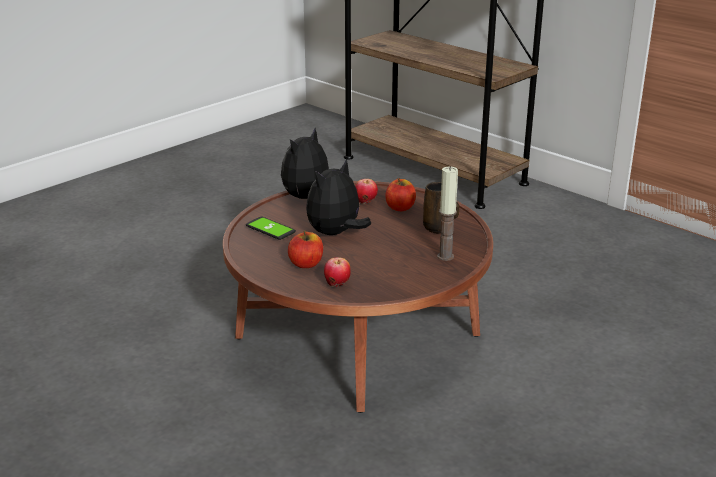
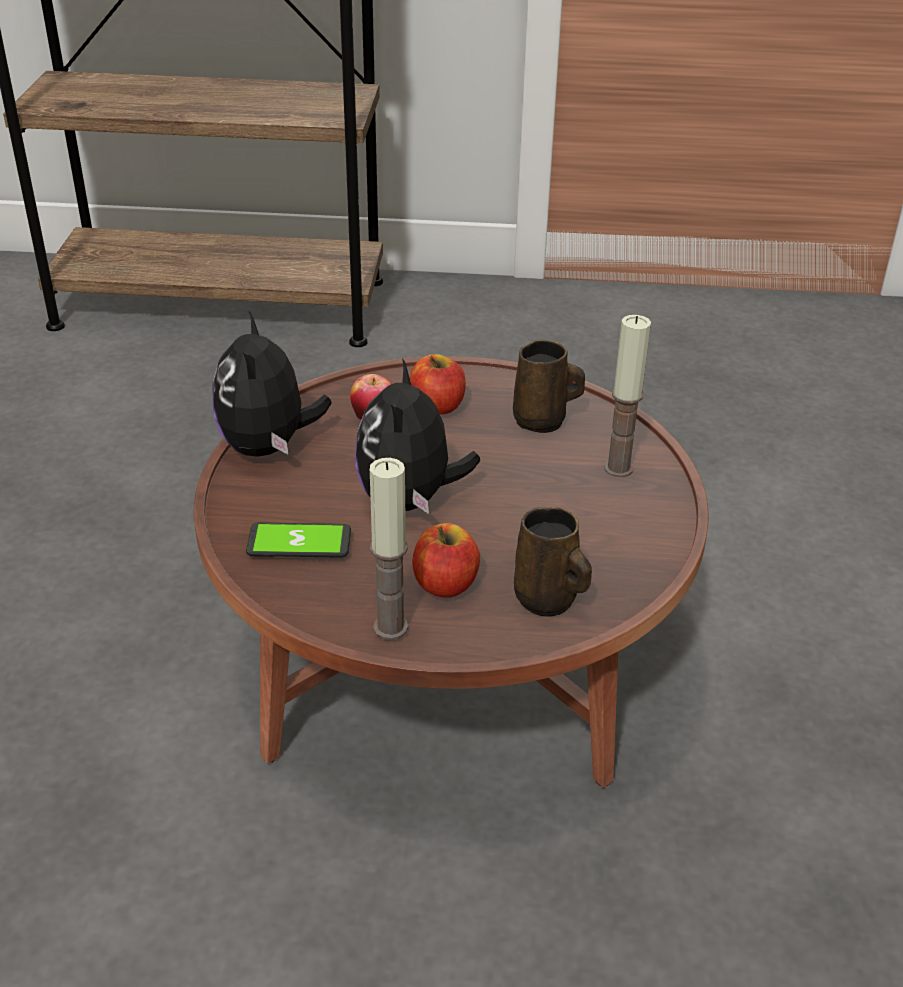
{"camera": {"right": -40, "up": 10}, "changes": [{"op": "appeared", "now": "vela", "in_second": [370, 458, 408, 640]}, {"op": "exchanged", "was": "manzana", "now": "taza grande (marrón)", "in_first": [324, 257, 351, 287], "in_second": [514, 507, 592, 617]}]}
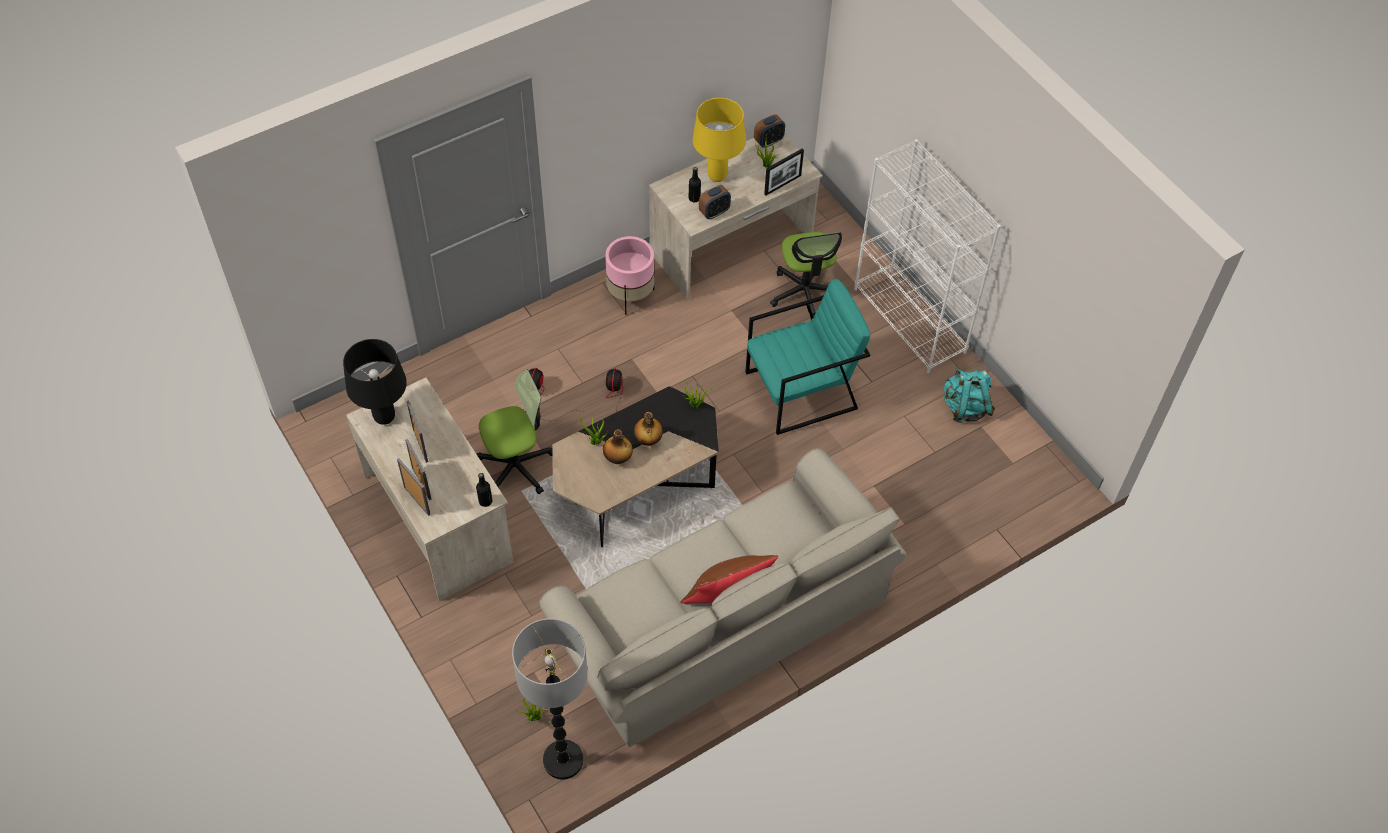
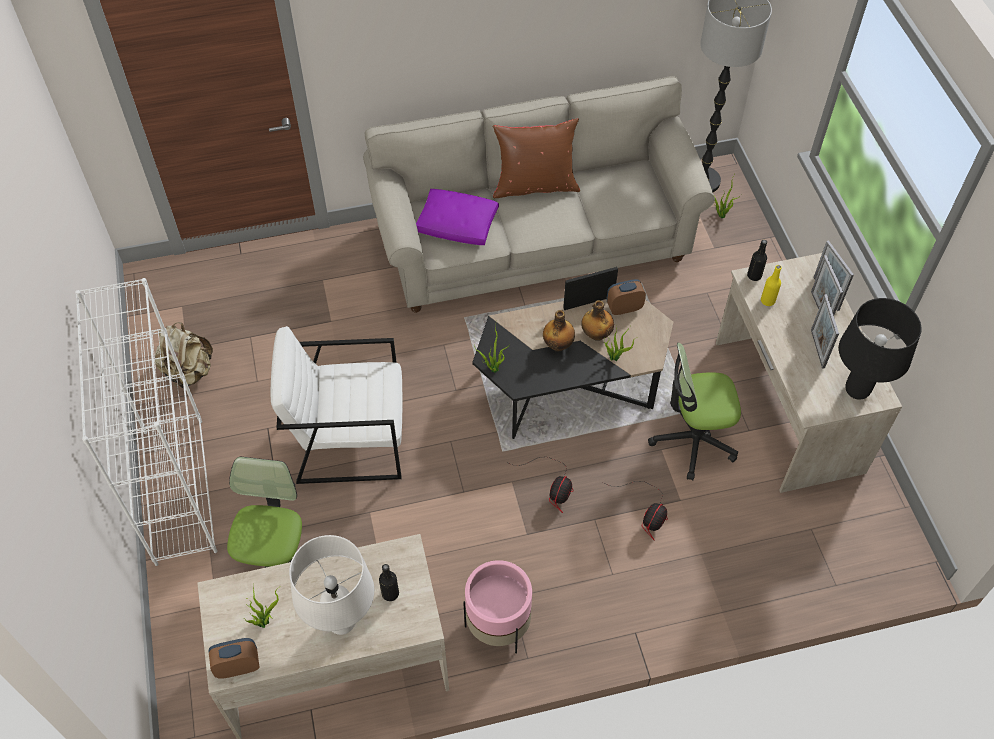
{"camera": {"right": -160, "up": 0}, "changes": [{"op": "appeared", "now": "cojín (morado)", "in_second": [416, 189, 499, 245]}, {"op": "appeared", "now": "botella (amarillo)", "in_second": [761, 265, 781, 306]}, {"op": "relocated", "was": "despertador", "in_first": [699, 185, 731, 219], "in_second": [607, 279, 646, 315]}, {"op": "relocated", "was": "portarretratos", "in_first": [764, 149, 804, 195], "in_second": [563, 267, 618, 310]}, {"op": "colour", "was": "lámpara de mesa (amarillo)", "now": "lámpara de mesa (blanco)", "in_first": [692, 98, 746, 182], "in_second": [289, 535, 374, 635]}, {"op": "colour", "was": "sillón (turquesa)", "now": "sillón (blanco)", "in_first": [745, 279, 870, 435], "in_second": [271, 326, 402, 484]}, {"op": "colour", "was": "mochila (turquesa)", "now": "mochila (beis)", "in_first": [944, 368, 995, 423], "in_second": [155, 322, 213, 388]}]}
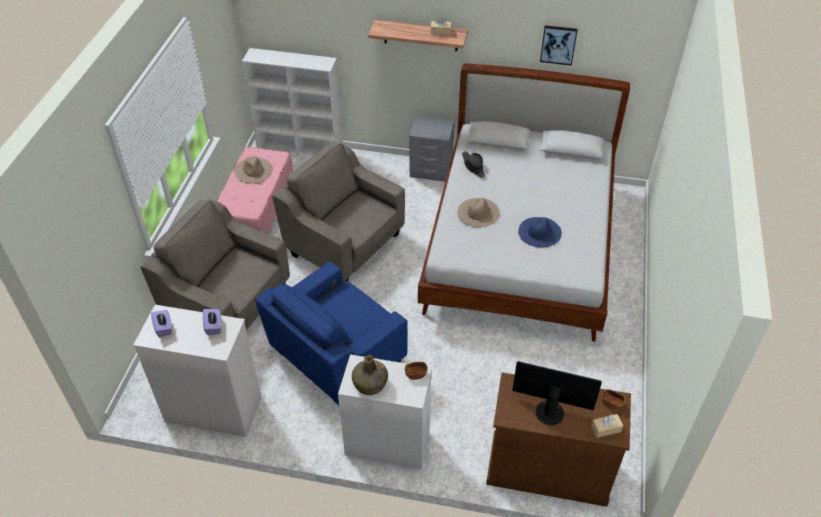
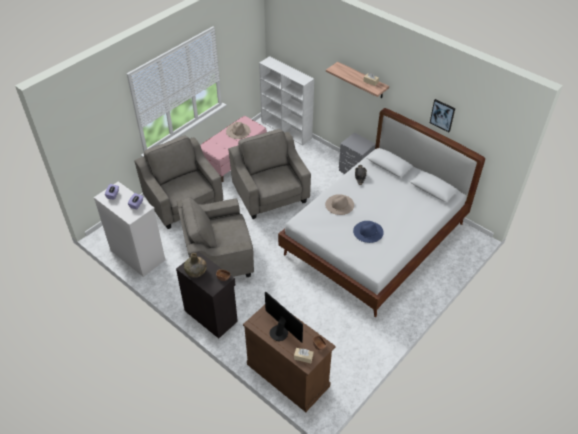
{"camera": {"right": 30, "up": 0}, "changes": [{"op": "colour", "was": "sillón (azul)", "now": "sillón (gris)", "in_first": [255, 262, 408, 405], "in_second": [177, 197, 254, 277]}, {"op": "colour", "was": "armario (blanco)", "now": "armario (negro)", "in_first": [338, 354, 432, 469], "in_second": [176, 251, 238, 338]}]}
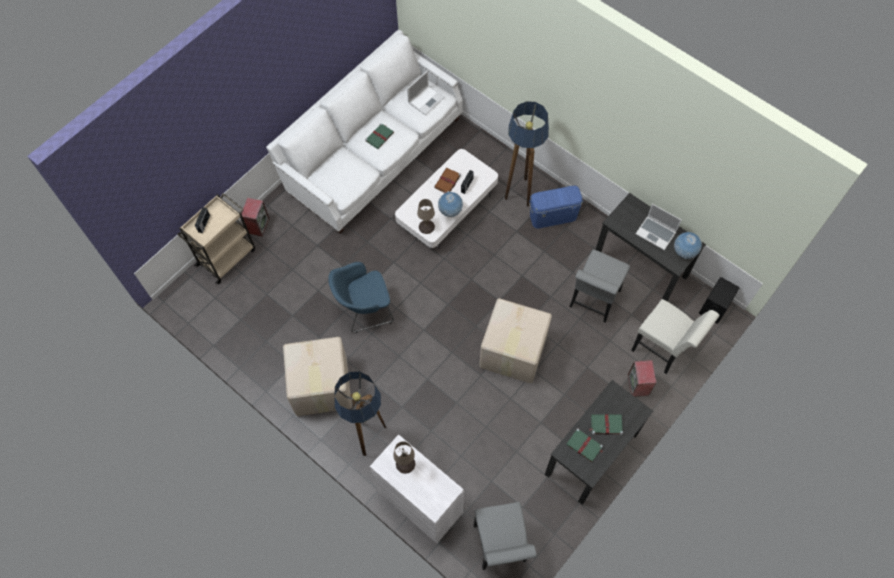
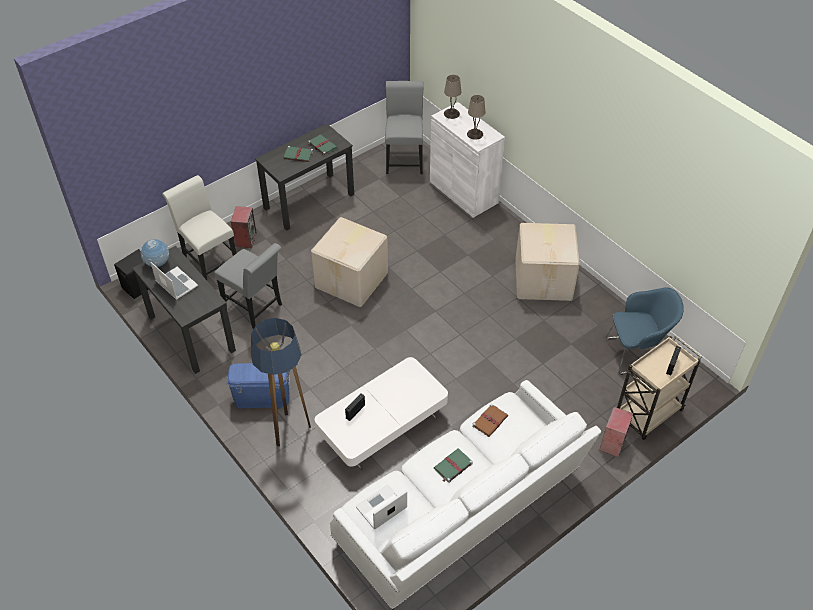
{"camera": {"right": -170, "up": -15}, "changes": [{"op": "missing", "was": "lámpara de pie", "in_first": [335, 372, 386, 456]}, {"op": "missing", "was": "globo terráqueo", "in_first": [438, 192, 463, 217]}, {"op": "relocated", "was": "sillón (azul)", "in_first": [328, 262, 394, 333], "in_second": [606, 287, 684, 375]}, {"op": "relocated", "was": "lámpara de mesa (beis)", "in_first": [417, 199, 435, 234], "in_second": [444, 75, 461, 119]}, {"op": "relocated", "was": "libro (marrón)", "in_first": [434, 168, 461, 194], "in_second": [472, 404, 508, 437]}, {"op": "spun", "was": "silla (gris)", "in_first": [569, 250, 630, 323], "in_second": [214, 243, 282, 329], "clockwise": 90}]}
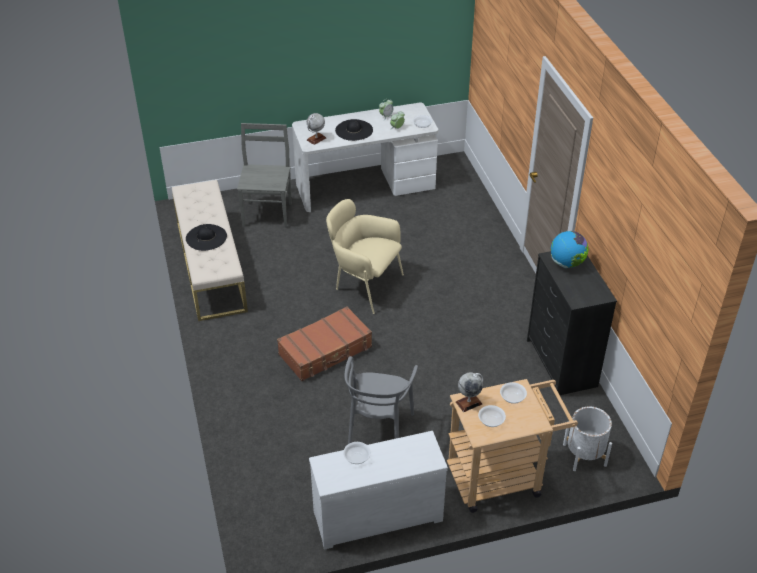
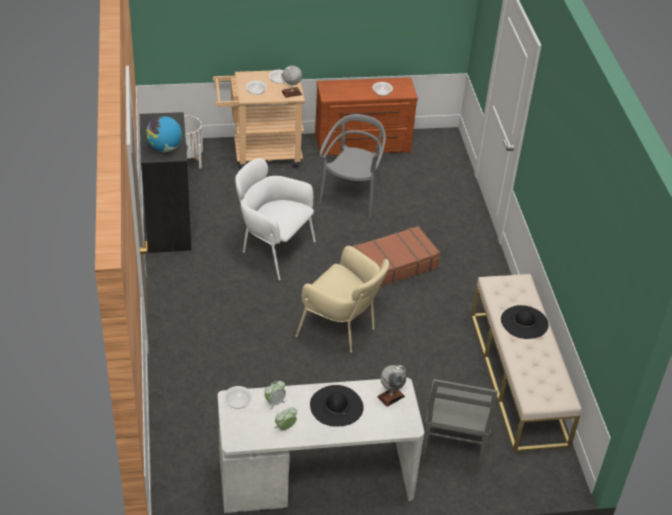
{"camera": {"right": -175, "up": 0}, "changes": [{"op": "appeared", "now": "sillón (blanco)", "in_second": [235, 158, 316, 280]}, {"op": "colour", "was": "cómoda (blanco)", "now": "cómoda (marrón)", "in_first": [309, 431, 448, 549], "in_second": [315, 77, 418, 157]}]}
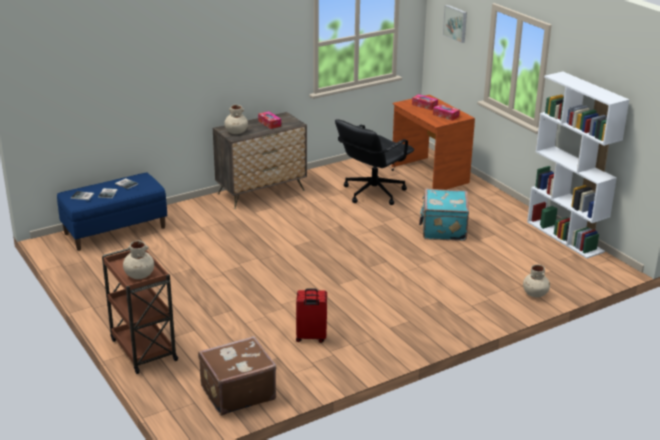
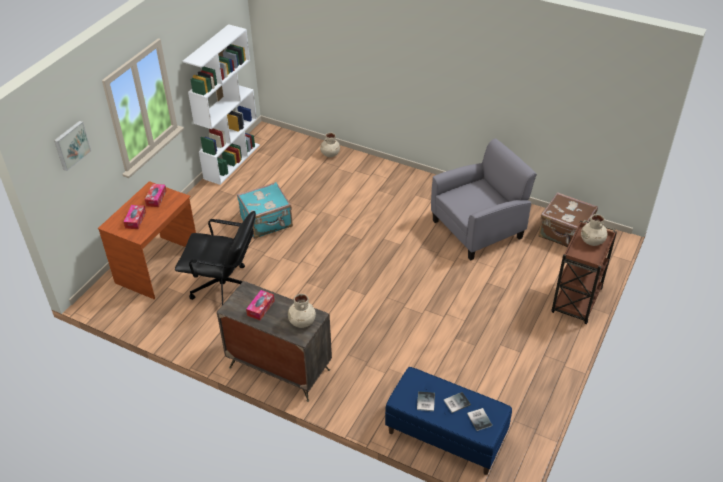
{"camera": {"right": -120, "up": 15}, "changes": [{"op": "exchanged", "was": "maleta (rojo)", "now": "sillón (gris)", "in_first": [296, 288, 327, 343], "in_second": [431, 138, 537, 261]}]}
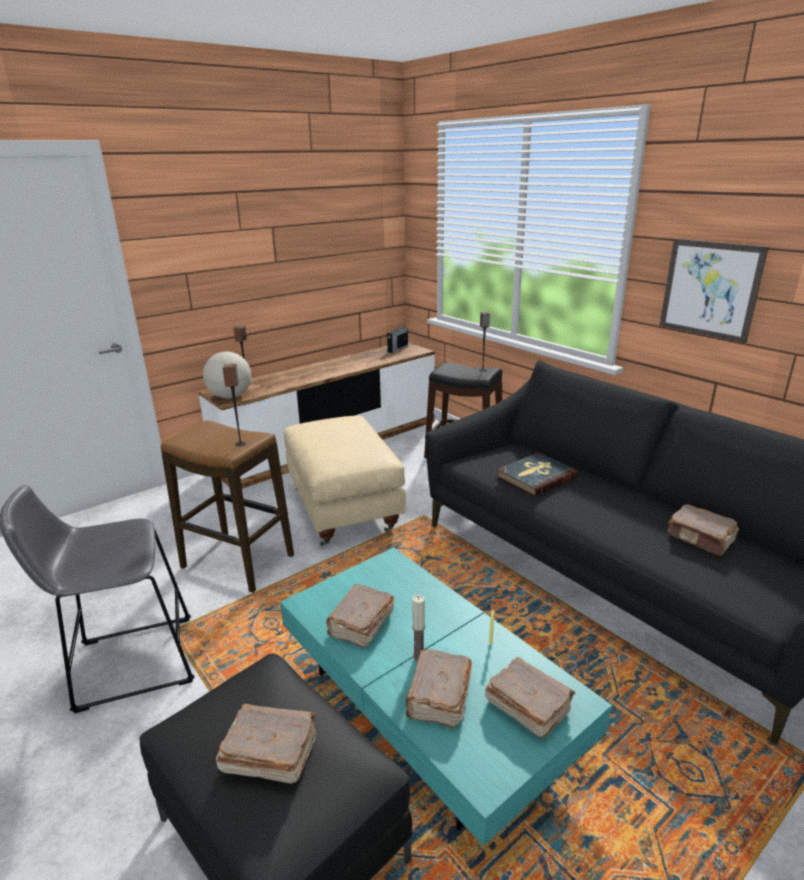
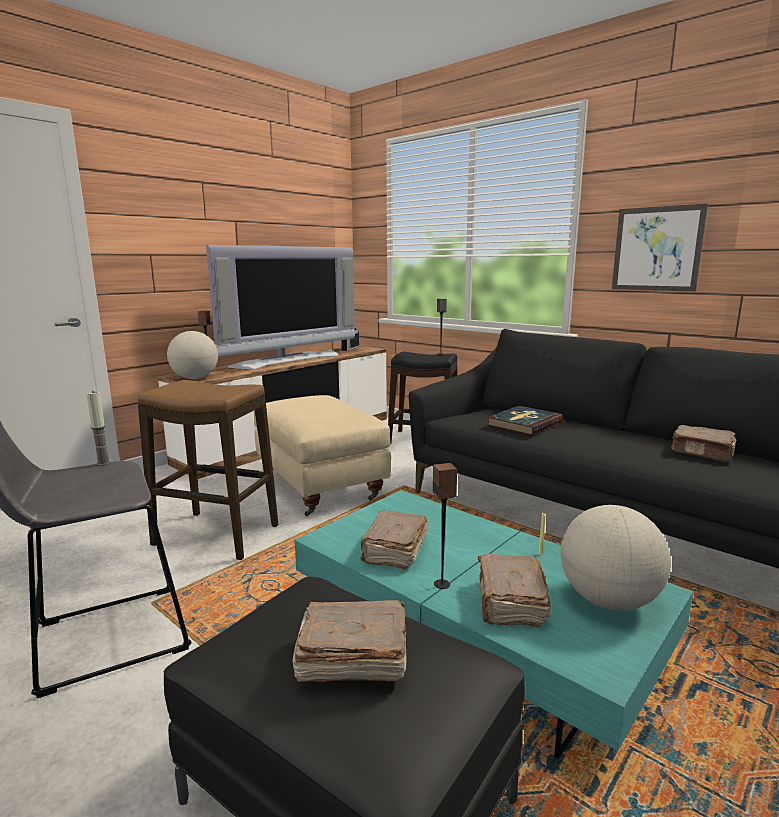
{"camera": {"right": -10, "up": -10}, "changes": [{"op": "appeared", "now": "televisor", "in_second": [206, 245, 355, 370]}, {"op": "relocated", "was": "altavoz", "in_first": [223, 364, 246, 446], "in_second": [433, 463, 457, 589]}, {"op": "relocated", "was": "vela", "in_first": [412, 595, 425, 661], "in_second": [86, 390, 111, 466]}, {"op": "exchanged", "was": "libro (marrón)", "now": "globo terráqueo", "in_first": [485, 657, 575, 738], "in_second": [561, 505, 671, 611]}]}
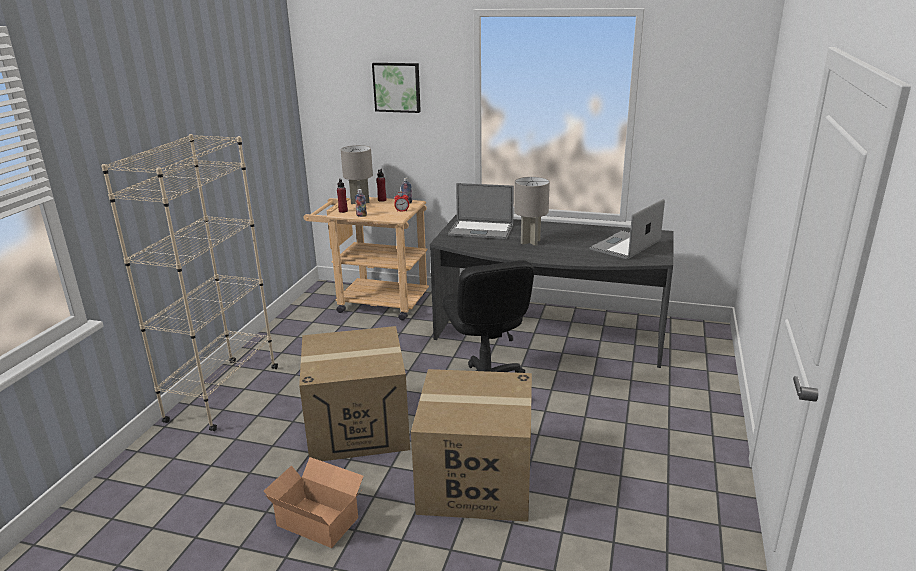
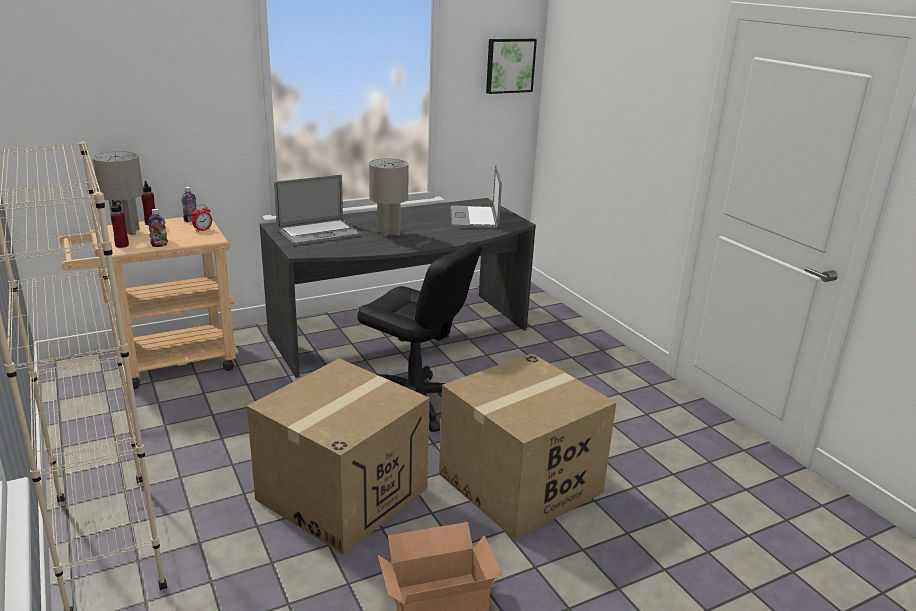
{"camera": {"right": -45, "up": 0}, "changes": [{"op": "relocated", "was": "cuadro", "in_first": [372, 63, 421, 113], "in_second": [486, 39, 537, 94]}]}
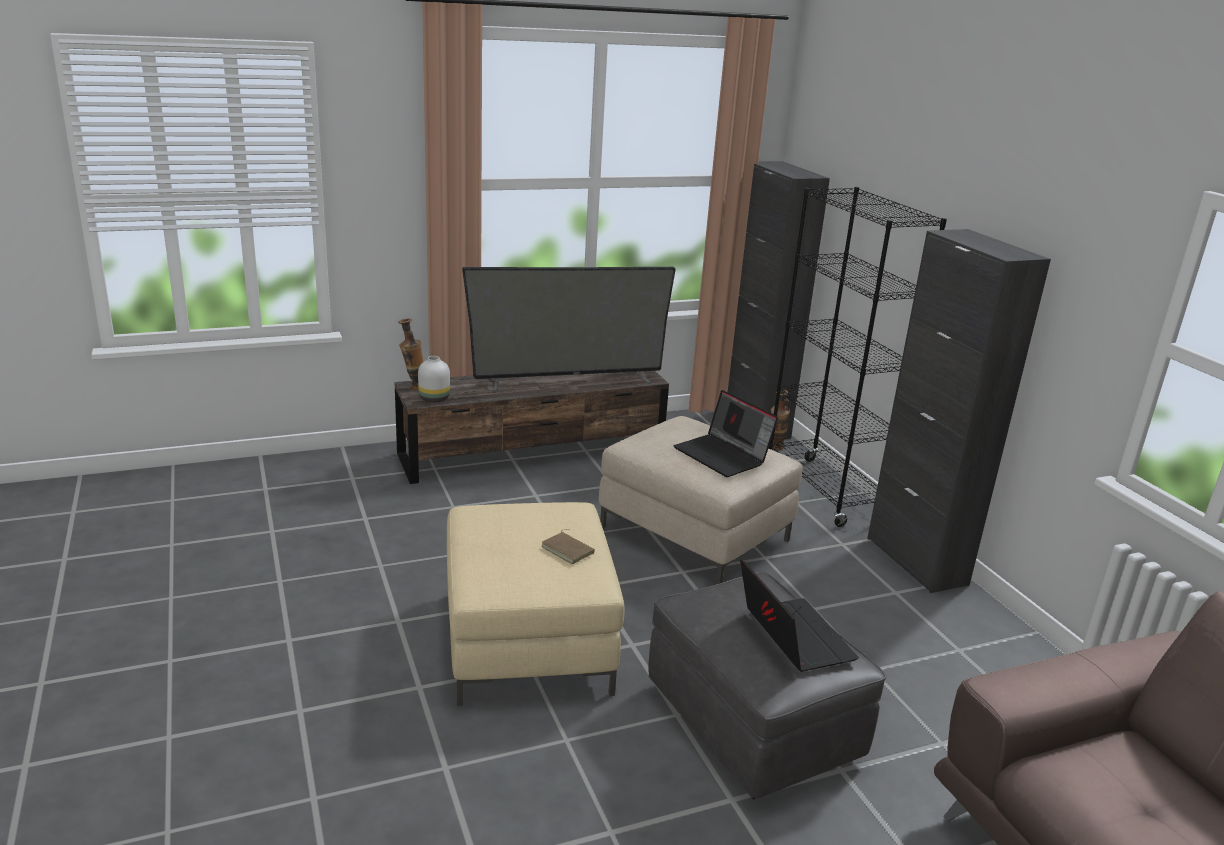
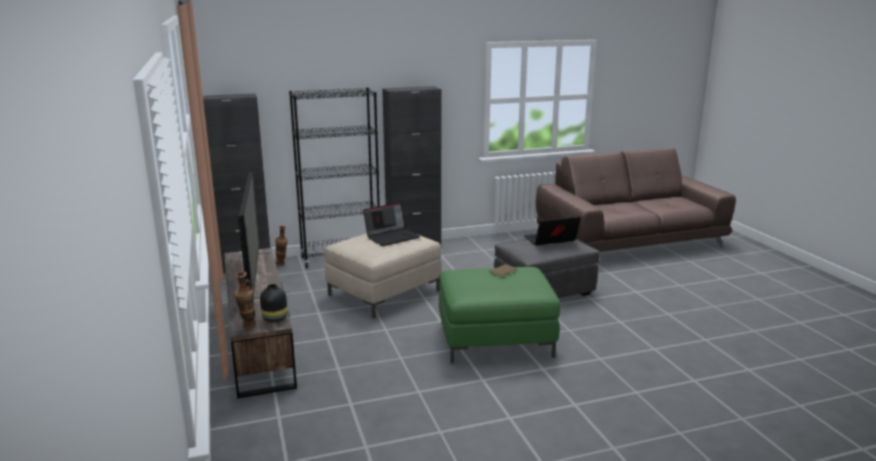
{"camera": {"right": -85, "up": -5}, "changes": [{"op": "colour", "was": "florero (blanco)", "now": "florero (negro)", "in_first": [418, 356, 450, 403], "in_second": [260, 284, 287, 323]}, {"op": "colour", "was": "puf (beis)", "now": "puf (verde)", "in_first": [447, 502, 624, 706], "in_second": [439, 267, 560, 363]}]}
